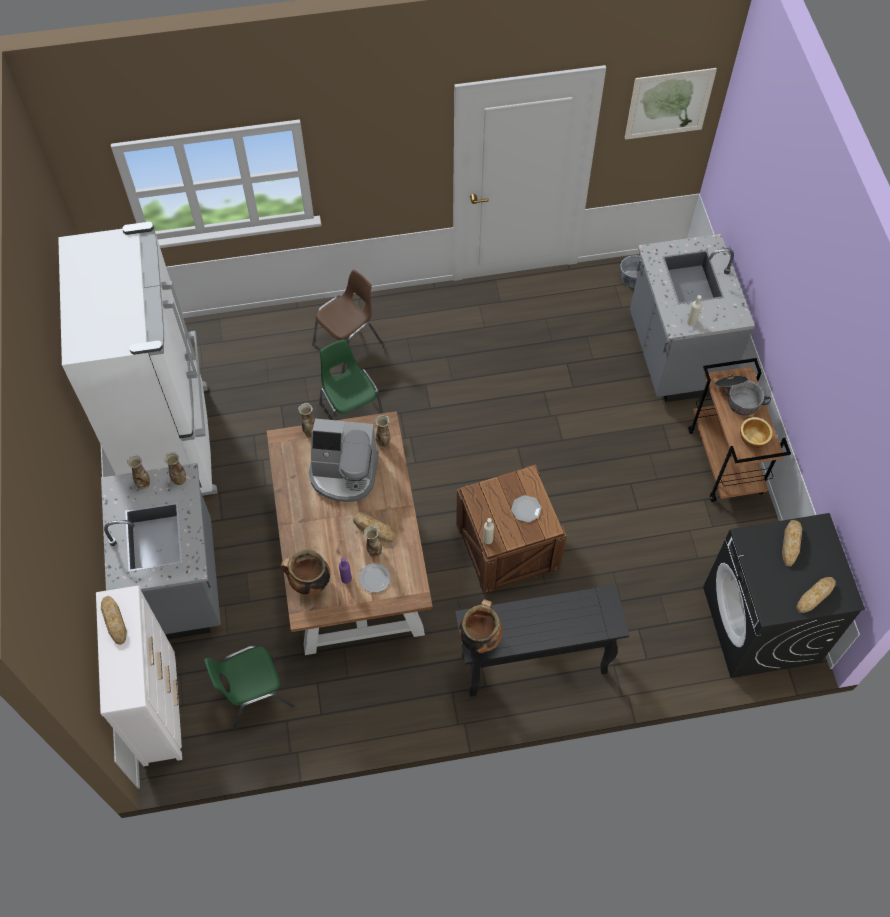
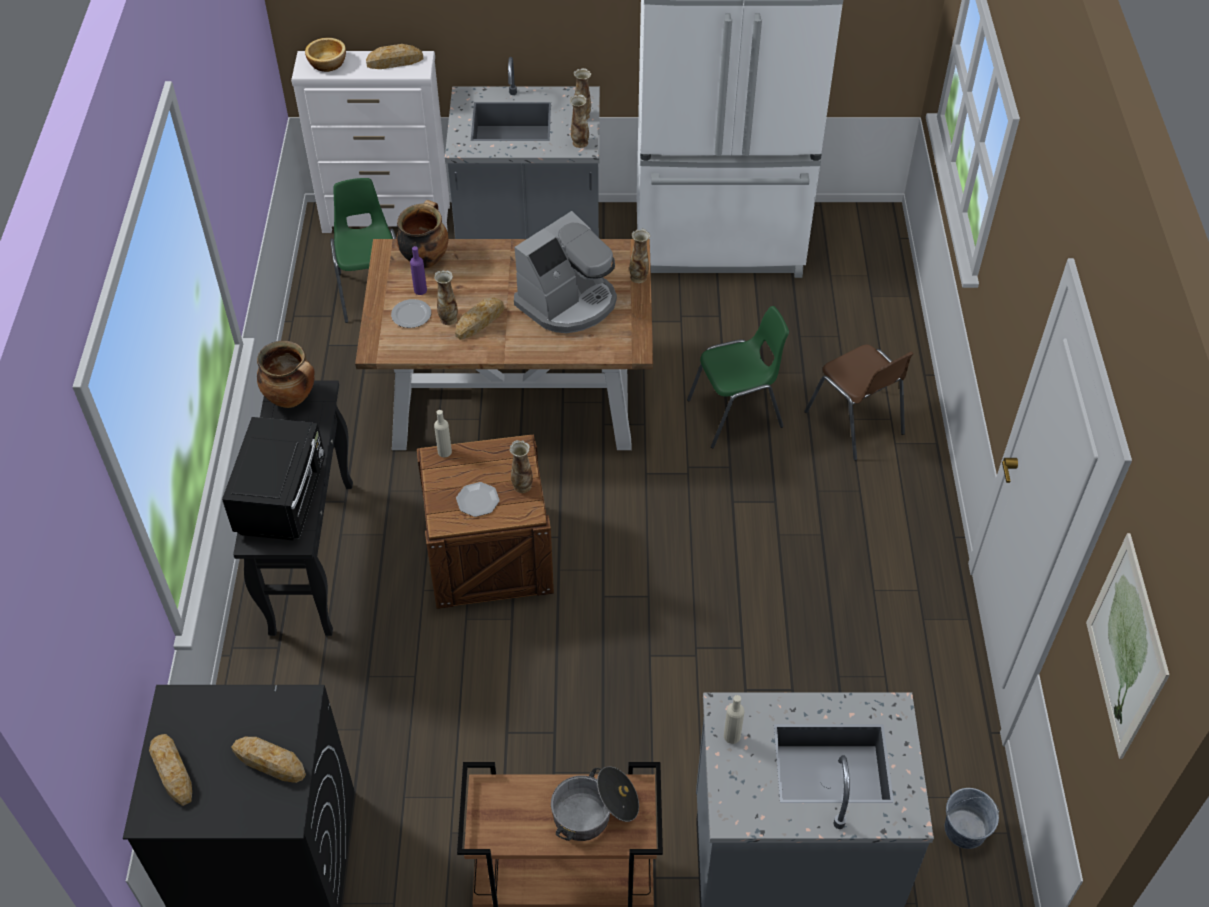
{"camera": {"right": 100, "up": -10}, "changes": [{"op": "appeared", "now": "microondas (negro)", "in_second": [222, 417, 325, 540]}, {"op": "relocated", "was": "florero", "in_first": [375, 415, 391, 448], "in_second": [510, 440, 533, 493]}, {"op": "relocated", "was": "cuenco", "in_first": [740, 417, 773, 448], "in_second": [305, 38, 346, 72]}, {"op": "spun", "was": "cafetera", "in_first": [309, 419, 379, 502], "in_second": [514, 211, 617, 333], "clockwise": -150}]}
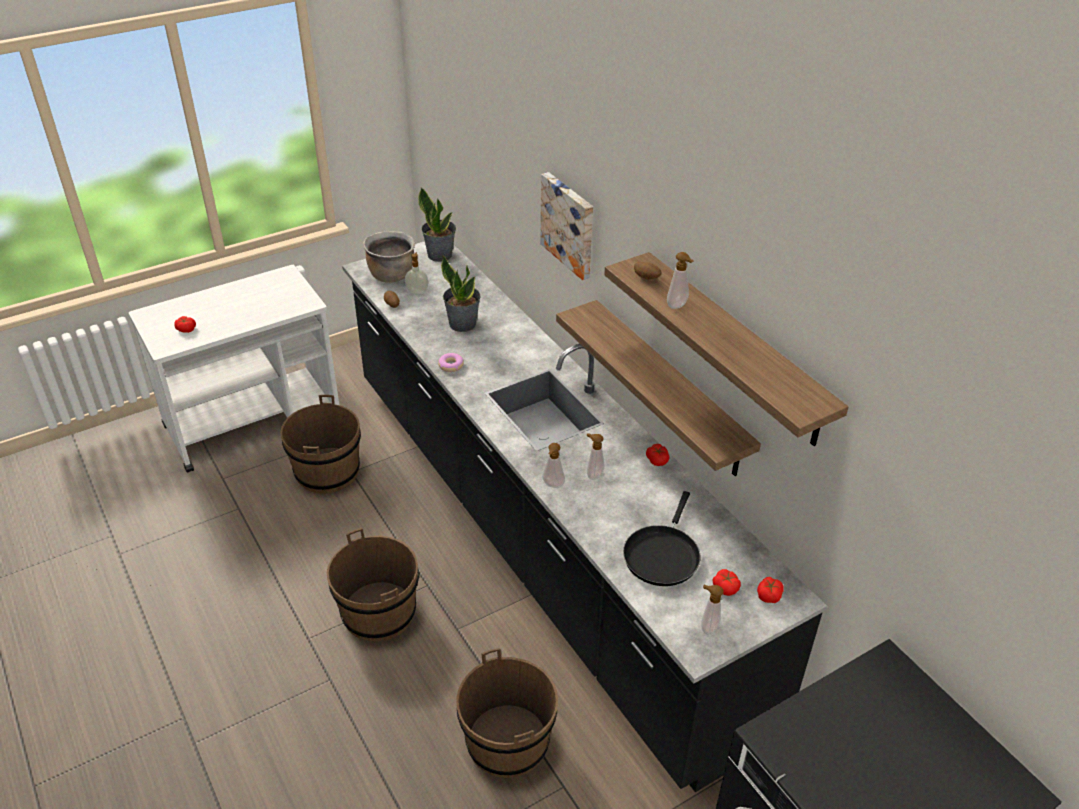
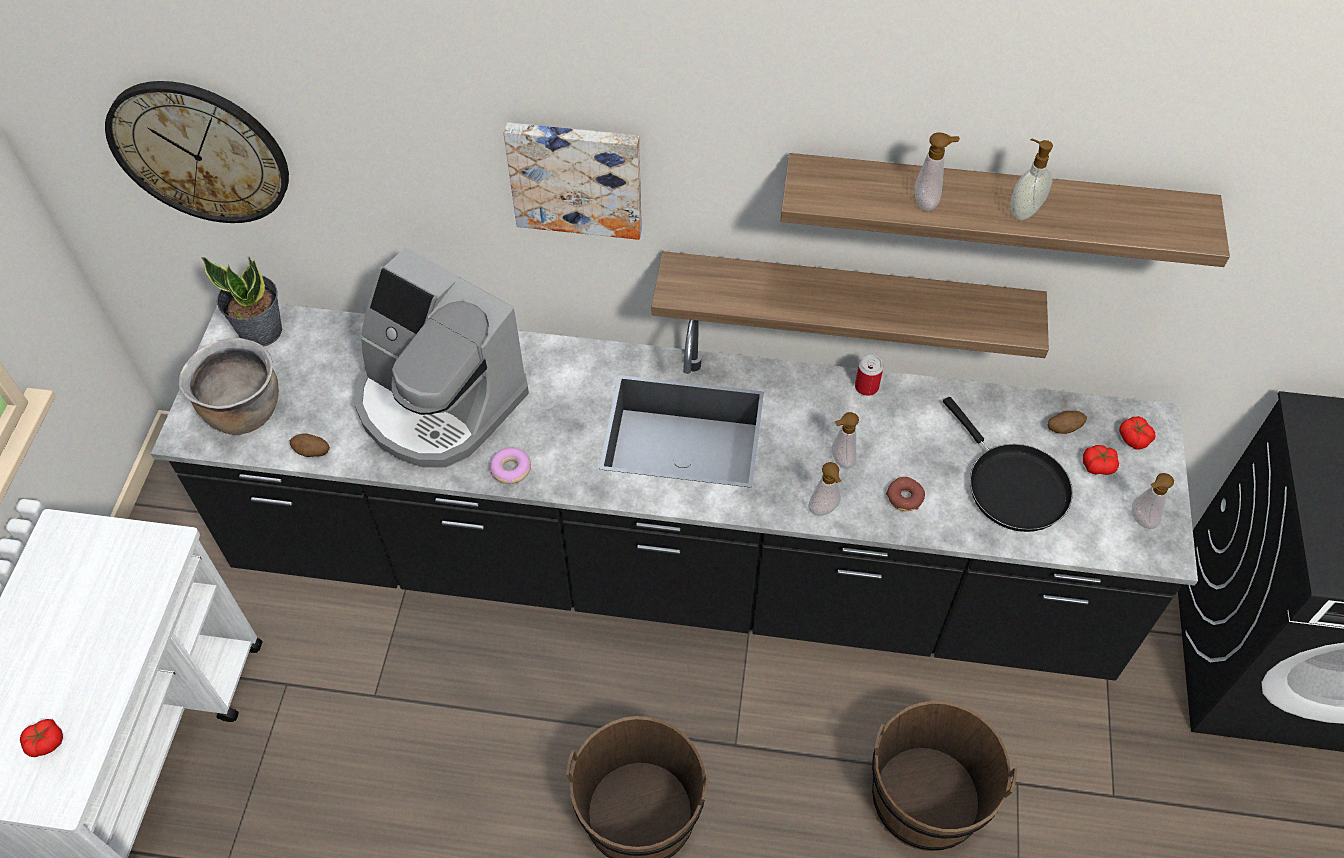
{"camera": {"right": -50, "up": 15}, "changes": [{"op": "missing", "was": "cubo (marrón)", "in_first": [280, 395, 361, 494]}, {"op": "appeared", "now": "reloj de pared", "in_second": [105, 81, 289, 223]}, {"op": "appeared", "now": "rosquilla", "in_second": [886, 477, 925, 511]}, {"op": "relocated", "was": "dispensador de jabón", "in_first": [405, 252, 428, 294], "in_second": [1010, 138, 1053, 220]}, {"op": "relocated", "was": "patata", "in_first": [634, 262, 661, 280], "in_second": [1048, 411, 1087, 434]}, {"op": "exchanged", "was": "planta en maceta", "now": "cafetera", "in_first": [441, 256, 481, 332], "in_second": [354, 248, 529, 468]}, {"op": "exchanged", "was": "tomate", "now": "lata", "in_first": [646, 444, 669, 466], "in_second": [855, 355, 884, 396]}]}
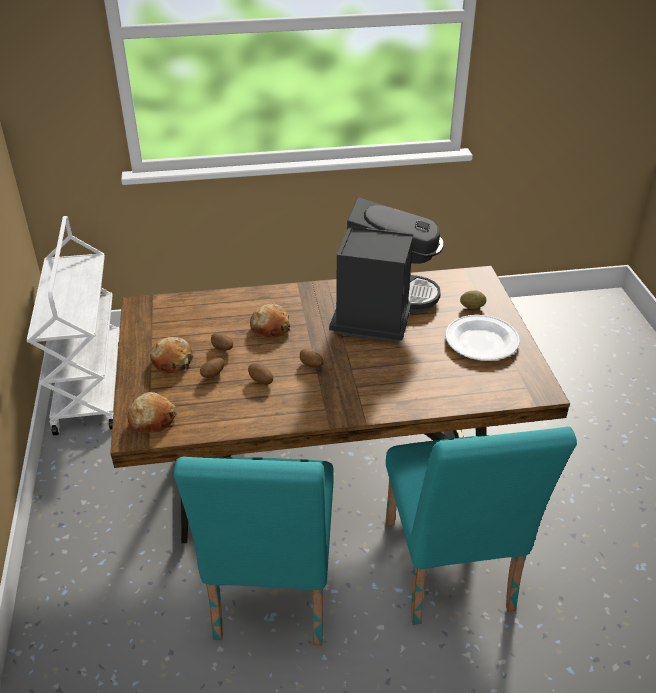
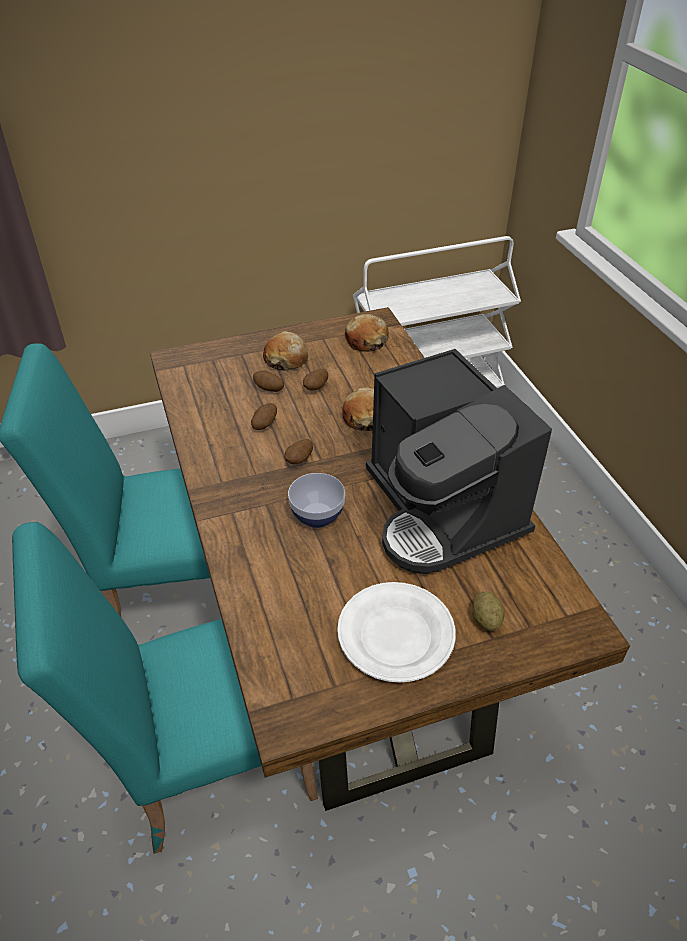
{"camera": {"right": 80, "up": 5}, "changes": [{"op": "appeared", "now": "cuenco", "in_second": [288, 473, 345, 528]}, {"op": "relocated", "was": "pan", "in_first": [127, 392, 177, 433], "in_second": [345, 314, 389, 352]}, {"op": "spun", "was": "cafetera", "in_first": [329, 197, 443, 343], "in_second": [366, 349, 552, 574], "clockwise": 60}]}
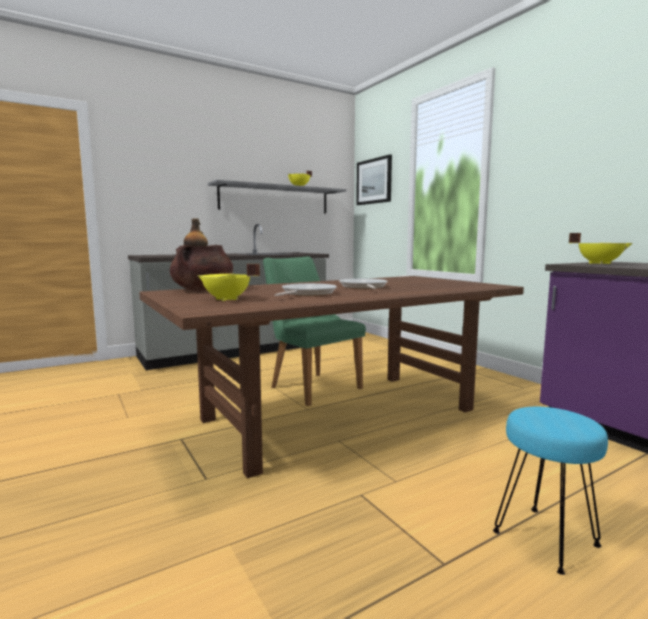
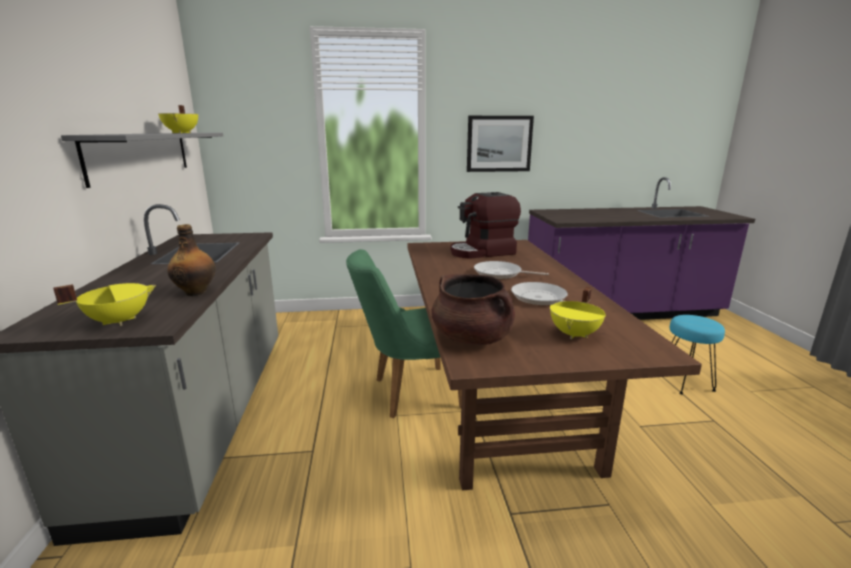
{"camera": {"right": -65, "up": 10}, "changes": [{"op": "appeared", "now": "cafetera", "in_second": [450, 192, 521, 259]}, {"op": "relocated", "was": "cuadro", "in_first": [356, 154, 392, 205], "in_second": [467, 116, 534, 172]}, {"op": "relocated", "was": "olla (amarillo)", "in_first": [569, 233, 633, 264], "in_second": [53, 283, 156, 326]}]}
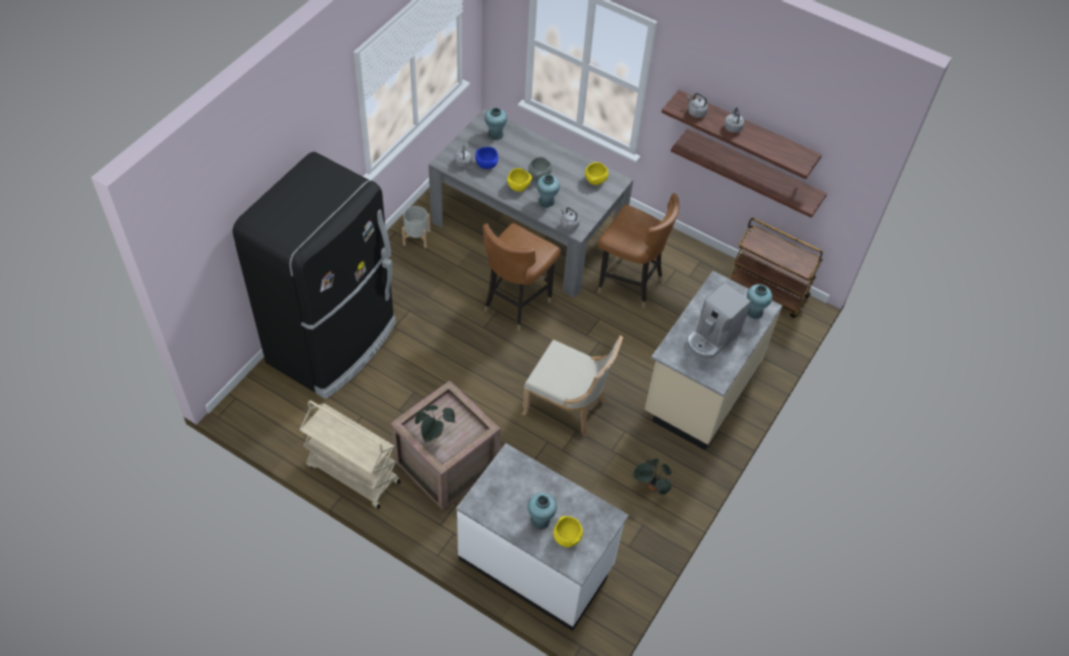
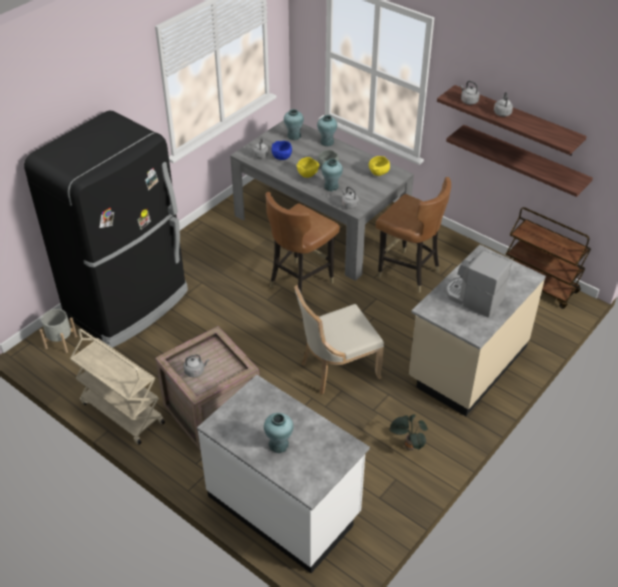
{"camera": {"right": 10, "up": -10}, "changes": [{"op": "missing", "was": "cuenco (amarillo)", "in_first": [553, 516, 583, 547]}, {"op": "relocated", "was": "maceta (gris)", "in_first": [402, 206, 431, 248], "in_second": [39, 309, 77, 353]}, {"op": "relocated", "was": "florero (turquesa)", "in_first": [747, 284, 772, 319], "in_second": [317, 115, 337, 146]}, {"op": "exchanged", "was": "planta en maceta", "now": "hervidor (gris)", "in_first": [415, 405, 455, 443], "in_second": [183, 354, 209, 377]}, {"op": "spun", "was": "silla (beis)", "in_first": [522, 335, 623, 436], "in_second": [294, 285, 384, 395], "clockwise": 120}, {"op": "spun", "was": "cafetera", "in_first": [687, 282, 751, 359], "in_second": [446, 250, 512, 318], "clockwise": 75}]}
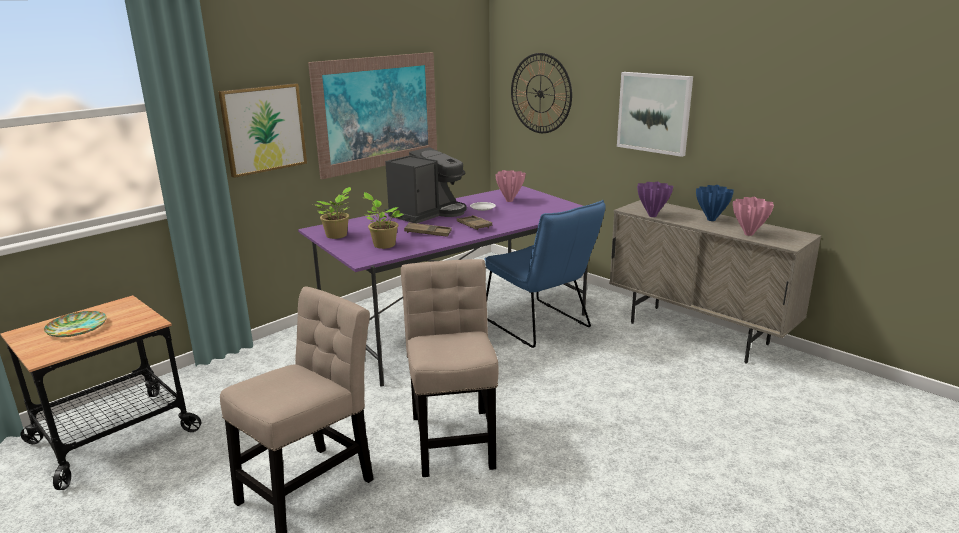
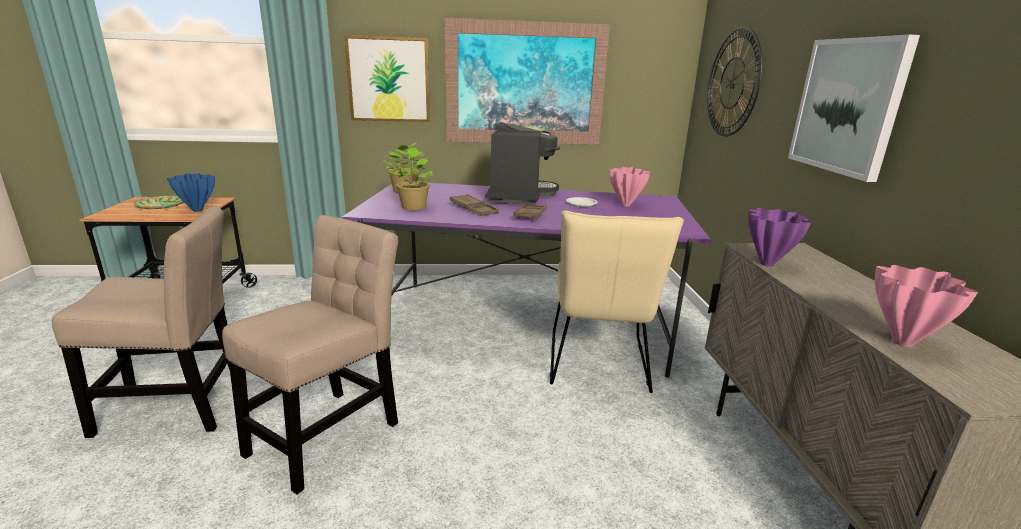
{"camera": {"right": 40, "up": 0}, "changes": [{"op": "relocated", "was": "florero (azul)", "in_first": [696, 185, 734, 221], "in_second": [167, 174, 215, 212]}, {"op": "colour", "was": "silla (azul)", "now": "silla (beis)", "in_first": [484, 200, 606, 348], "in_second": [550, 211, 684, 393]}, {"op": "spun", "was": "cafetera", "in_first": [385, 147, 467, 223], "in_second": [486, 122, 560, 205], "clockwise": -75}]}
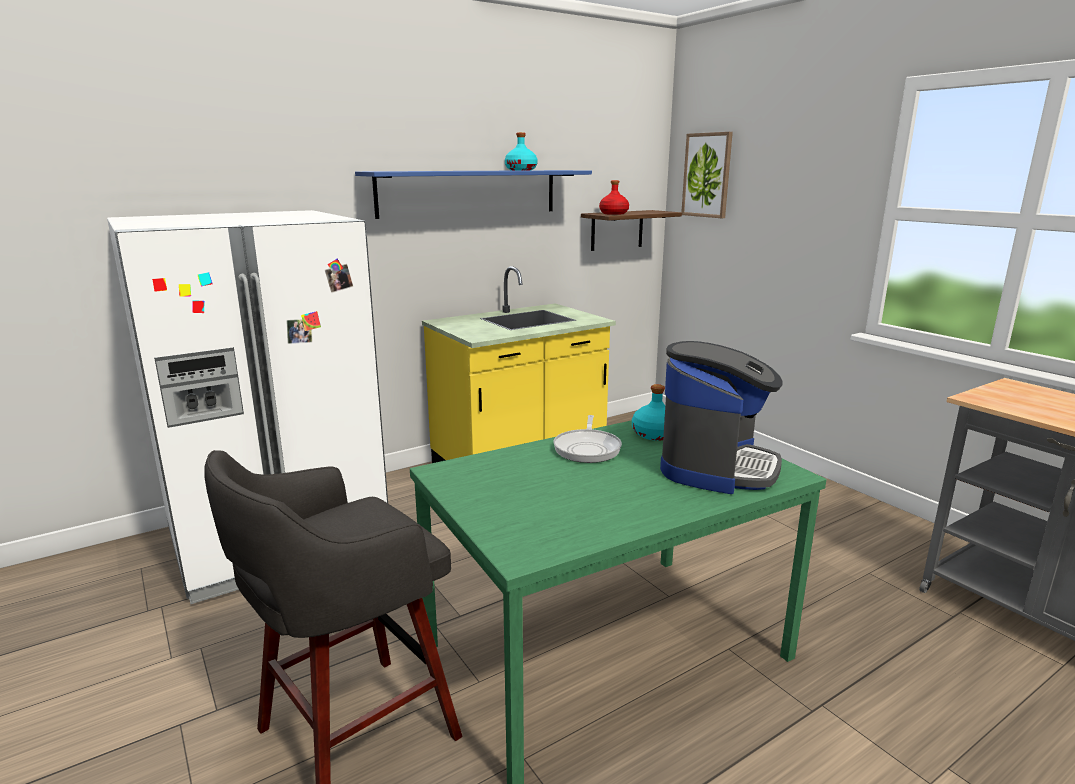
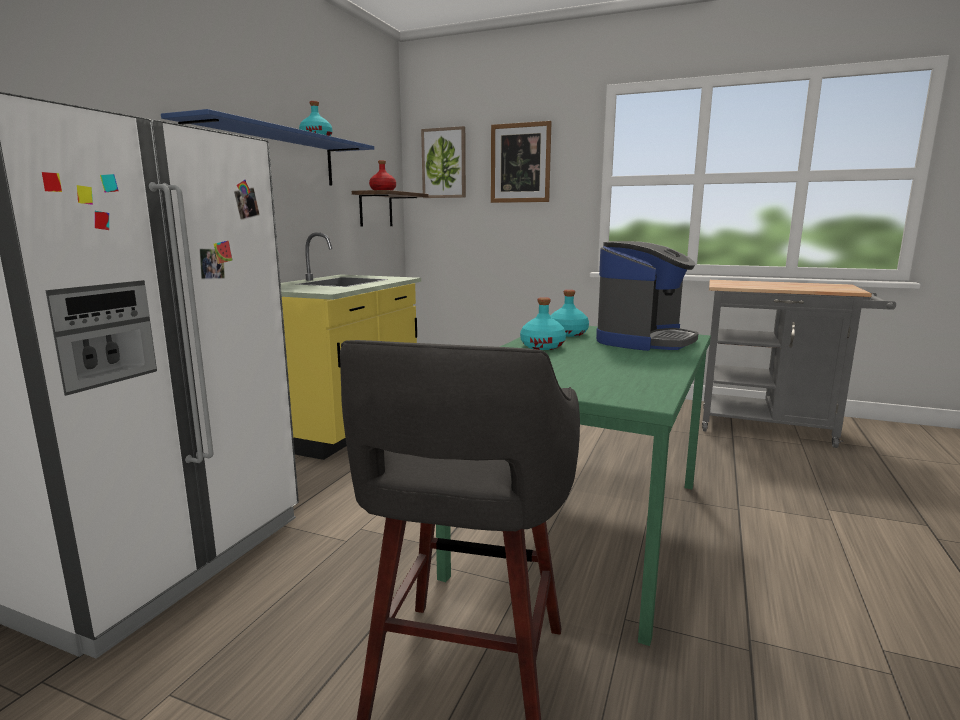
{"camera": {"right": -35, "up": -5}, "changes": [{"op": "appeared", "now": "cuadro", "in_second": [491, 121, 552, 203]}, {"op": "exchanged", "was": "sartén", "now": "botella (turquesa)", "in_first": [554, 415, 622, 463], "in_second": [520, 297, 566, 350]}, {"op": "spun", "was": "cafetera", "in_first": [660, 341, 783, 494], "in_second": [596, 241, 698, 351], "clockwise": 45}]}
